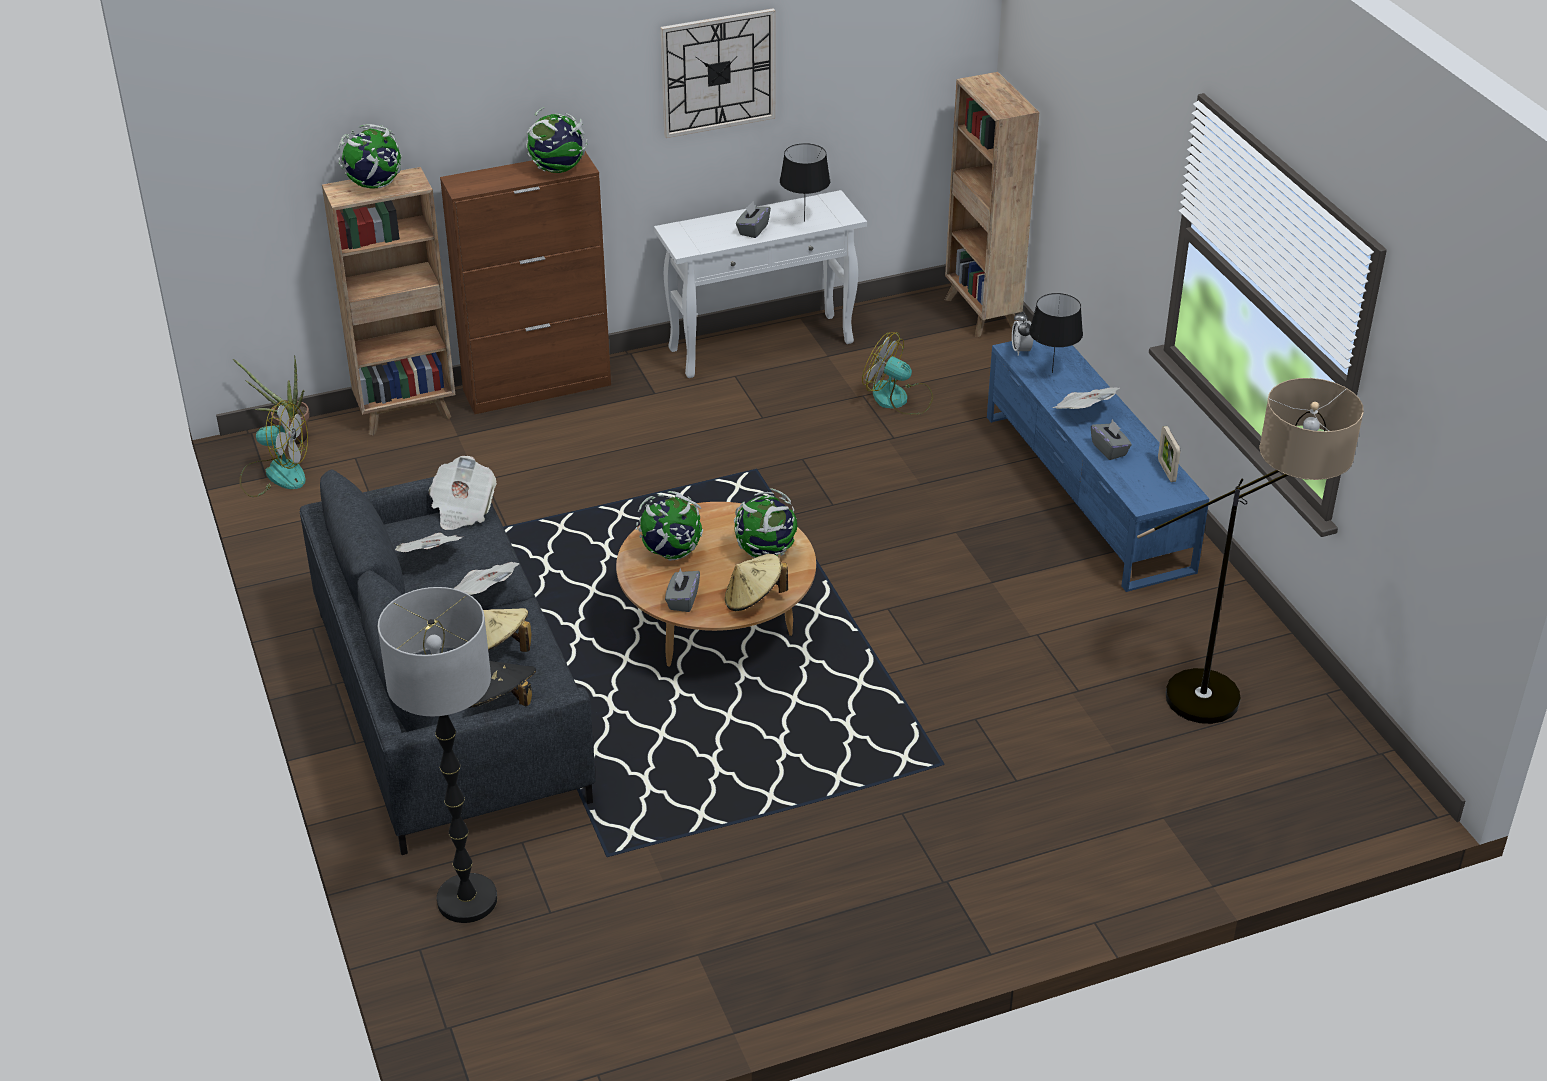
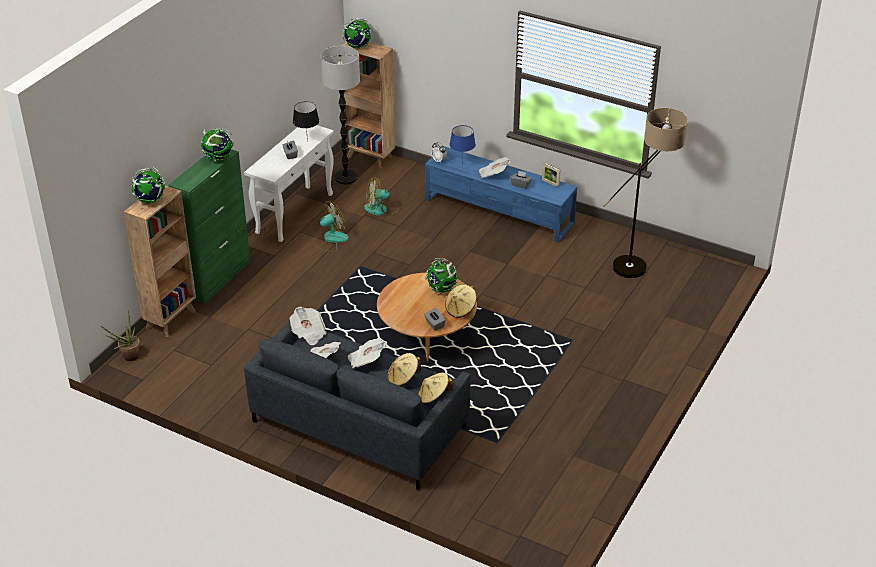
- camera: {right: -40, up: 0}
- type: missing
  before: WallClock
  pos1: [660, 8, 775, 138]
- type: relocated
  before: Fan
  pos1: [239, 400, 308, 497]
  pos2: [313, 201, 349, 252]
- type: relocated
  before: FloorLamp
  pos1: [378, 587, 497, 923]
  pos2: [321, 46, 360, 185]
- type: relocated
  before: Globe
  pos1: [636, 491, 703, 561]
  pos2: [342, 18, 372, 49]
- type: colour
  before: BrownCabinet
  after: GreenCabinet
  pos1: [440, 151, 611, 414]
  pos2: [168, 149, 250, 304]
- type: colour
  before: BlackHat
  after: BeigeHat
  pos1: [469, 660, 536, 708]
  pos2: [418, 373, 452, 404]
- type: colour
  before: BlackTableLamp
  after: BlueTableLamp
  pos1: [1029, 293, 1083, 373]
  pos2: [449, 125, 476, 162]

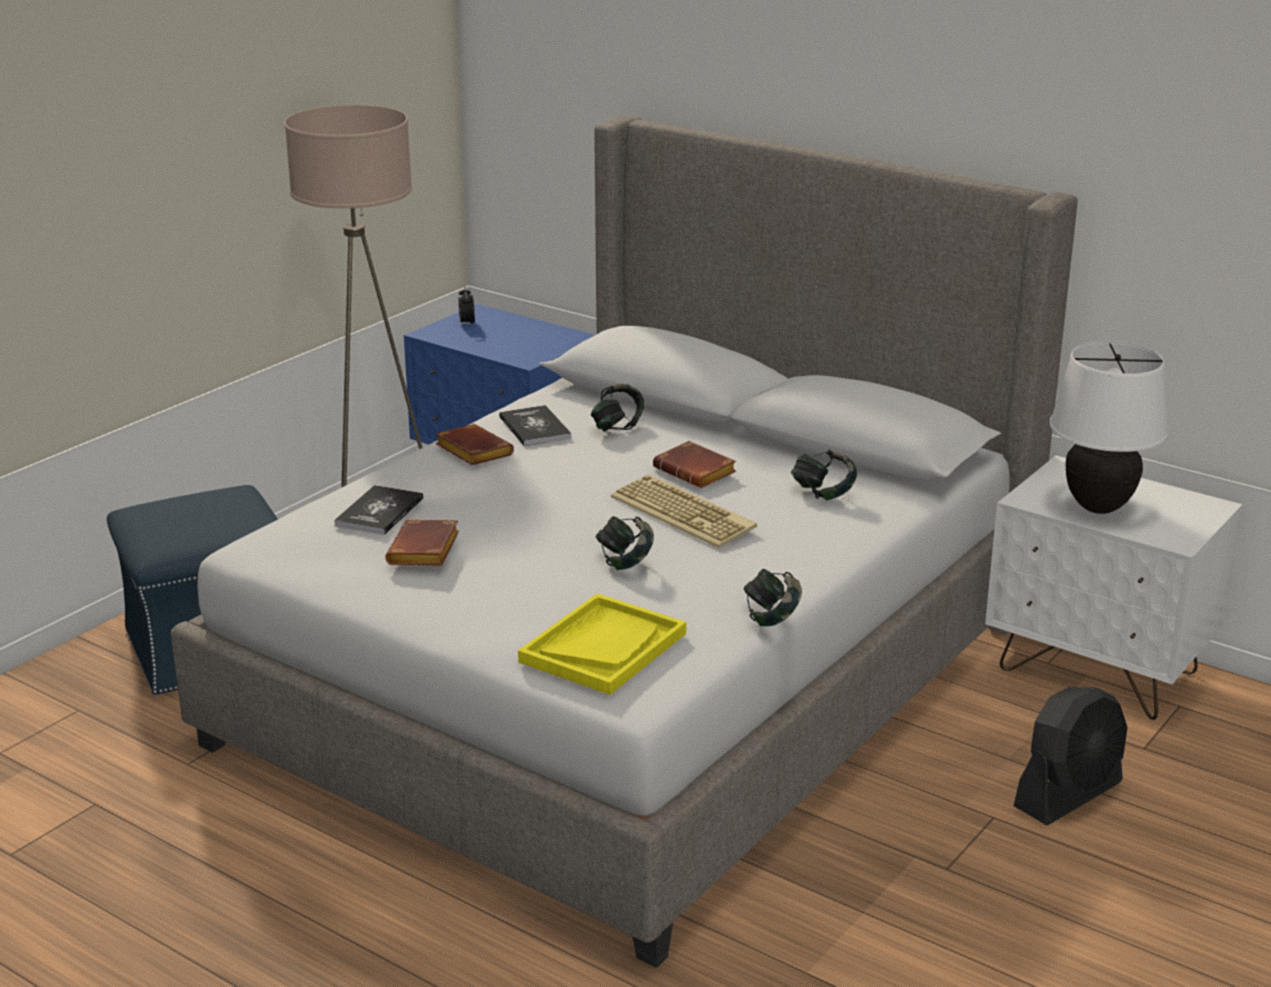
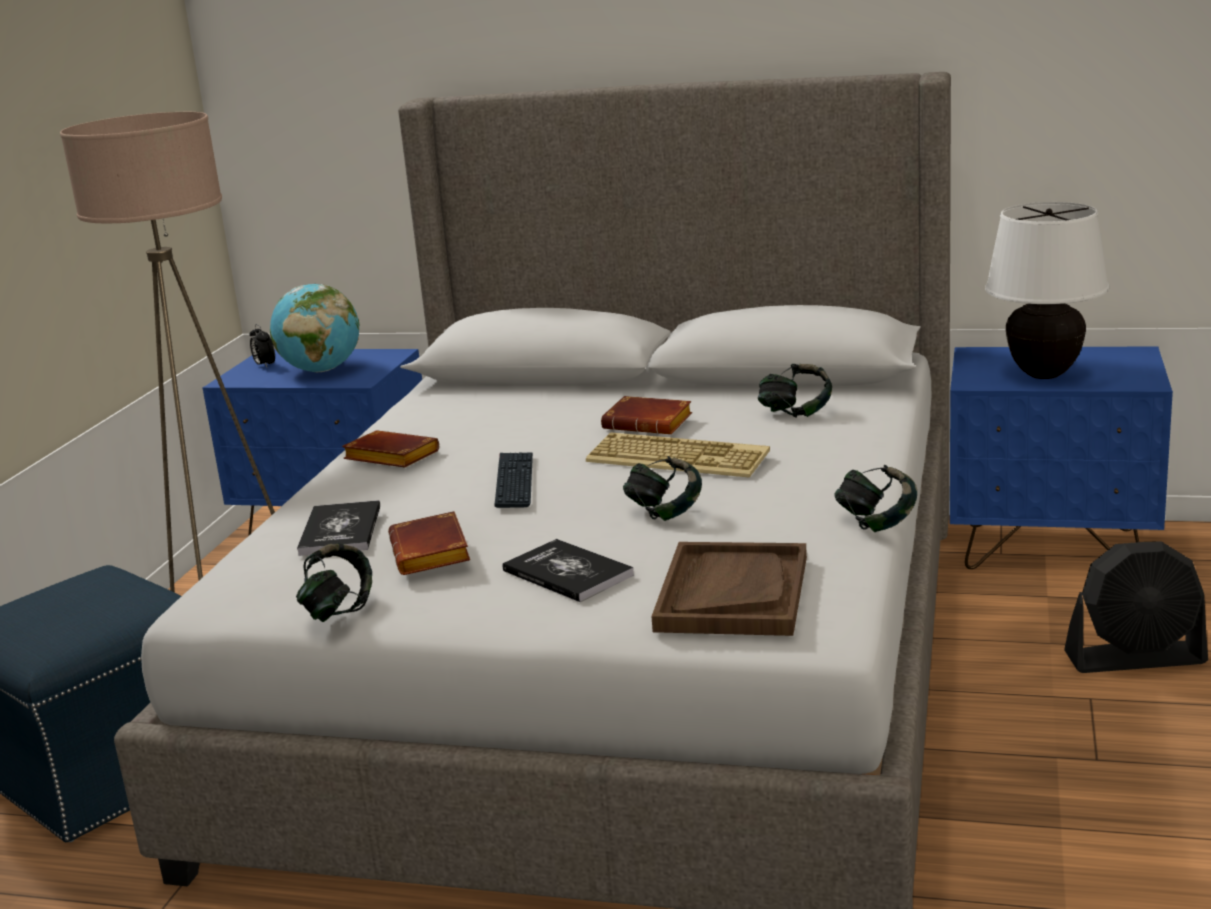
- camera: {right: -20, up: -5}
- type: appeared
  after: Globe
  pos2: [270, 284, 360, 372]
- type: appeared
  after: Keyboard
  pos2: [495, 452, 533, 508]
- type: relocated
  before: Book
  pos1: [499, 405, 571, 446]
  pos2: [503, 539, 634, 602]
- type: relocated
  before: Headphones
  pos1: [591, 384, 644, 431]
  pos2: [296, 543, 372, 622]
- type: colour
  before: YellowTray
  after: BrownTray
  pos1: [518, 593, 686, 695]
  pos2: [651, 542, 807, 636]
- type: colour
  before: WhiteNightstand
  after: BlueNightstand
  pos1: [985, 456, 1243, 720]
  pos2: [950, 347, 1173, 569]
- type: spun
  before: BlackFan
  pos1: [1014, 687, 1127, 825]
  pos2: [1064, 542, 1208, 673]
  turn: 60

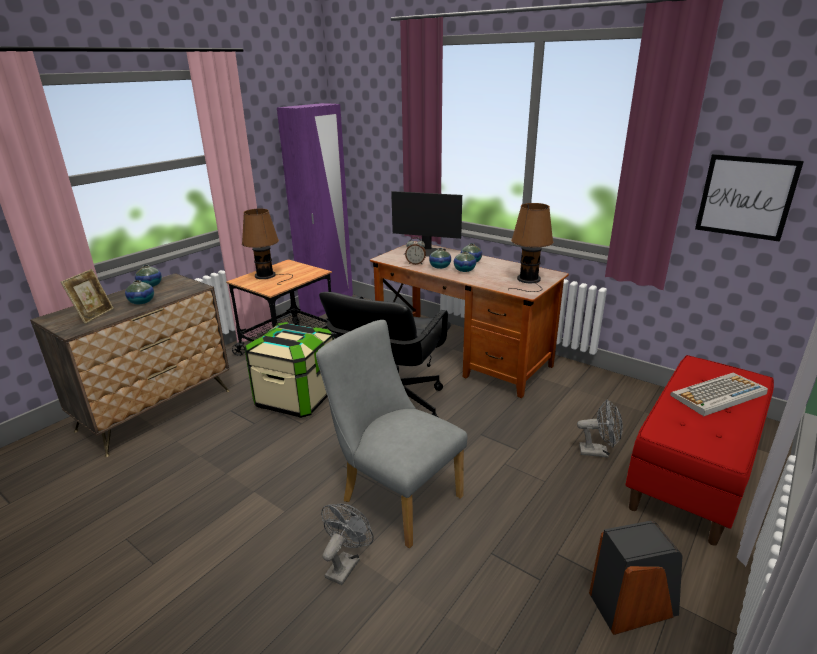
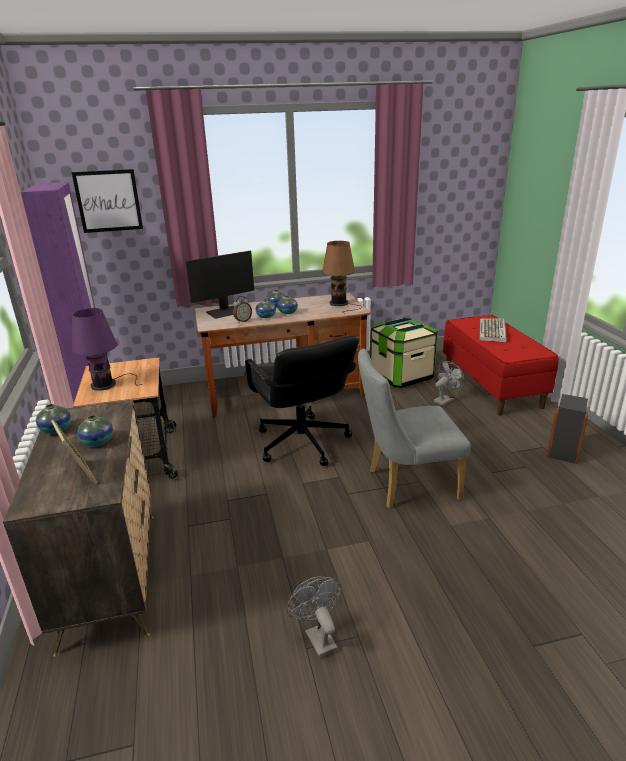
- camera: {right: -50, up: 0}
- type: relocated
  before: StorageBox
  pos1: [244, 322, 334, 418]
  pos2: [370, 317, 438, 388]
- type: relocated
  before: GreyFan
  pos1: [321, 504, 374, 585]
  pos2: [287, 576, 341, 658]
- type: relocated
  before: Picture
  pos1: [695, 154, 804, 242]
  pos2: [72, 169, 143, 233]
- type: colour
  before: BrownTableLamp
  after: PurpleTableLamp
  pos1: [242, 209, 293, 285]
  pos2: [72, 308, 142, 391]

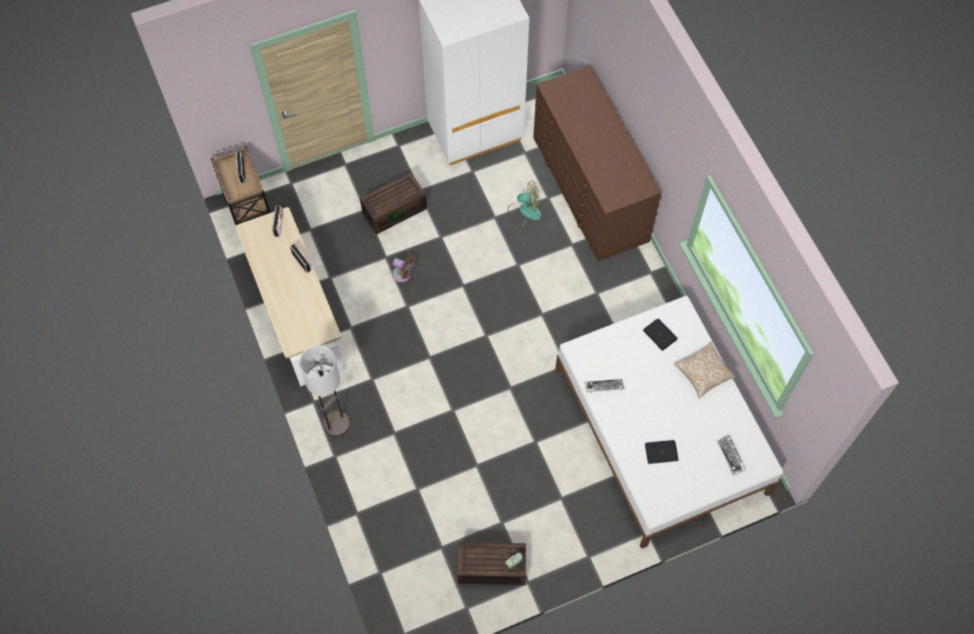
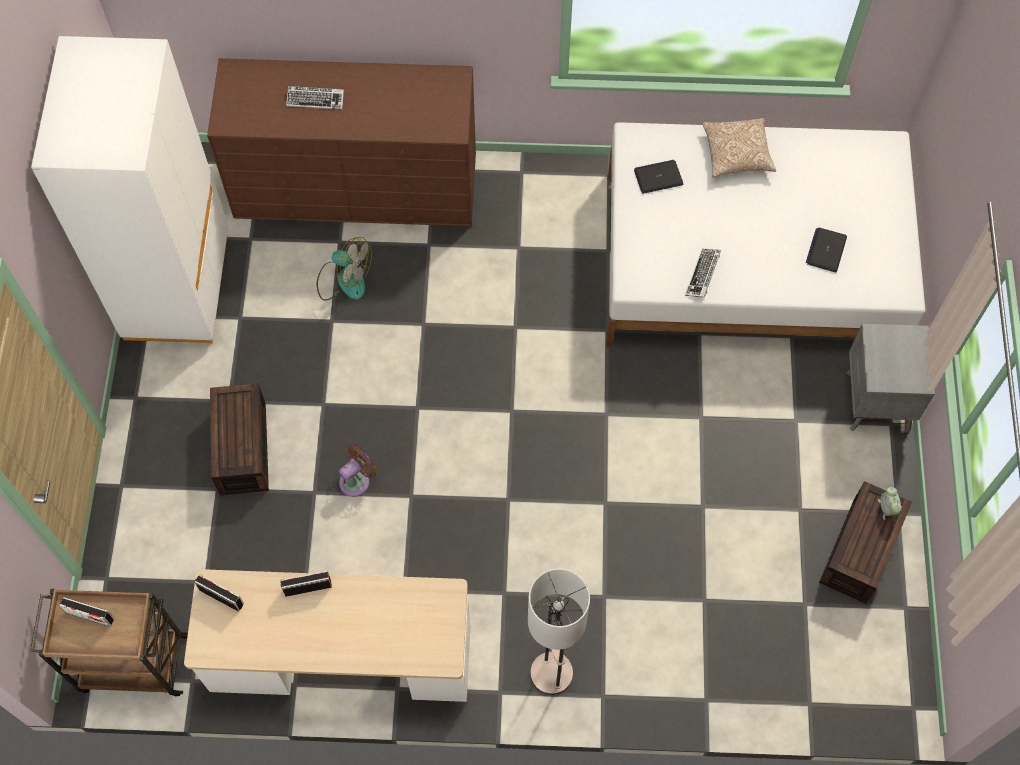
- camera: {right: -65, up: 0}
- type: appeared
  after: GreyNightstand
  pos2: [847, 324, 935, 433]
- type: relocated
  before: Keyboard
  pos1: [717, 435, 746, 476]
  pos2: [286, 86, 344, 110]
- type: spun
  before: Fan
  pos1: [508, 180, 541, 228]
  pos2: [317, 237, 372, 301]
  turn: 90

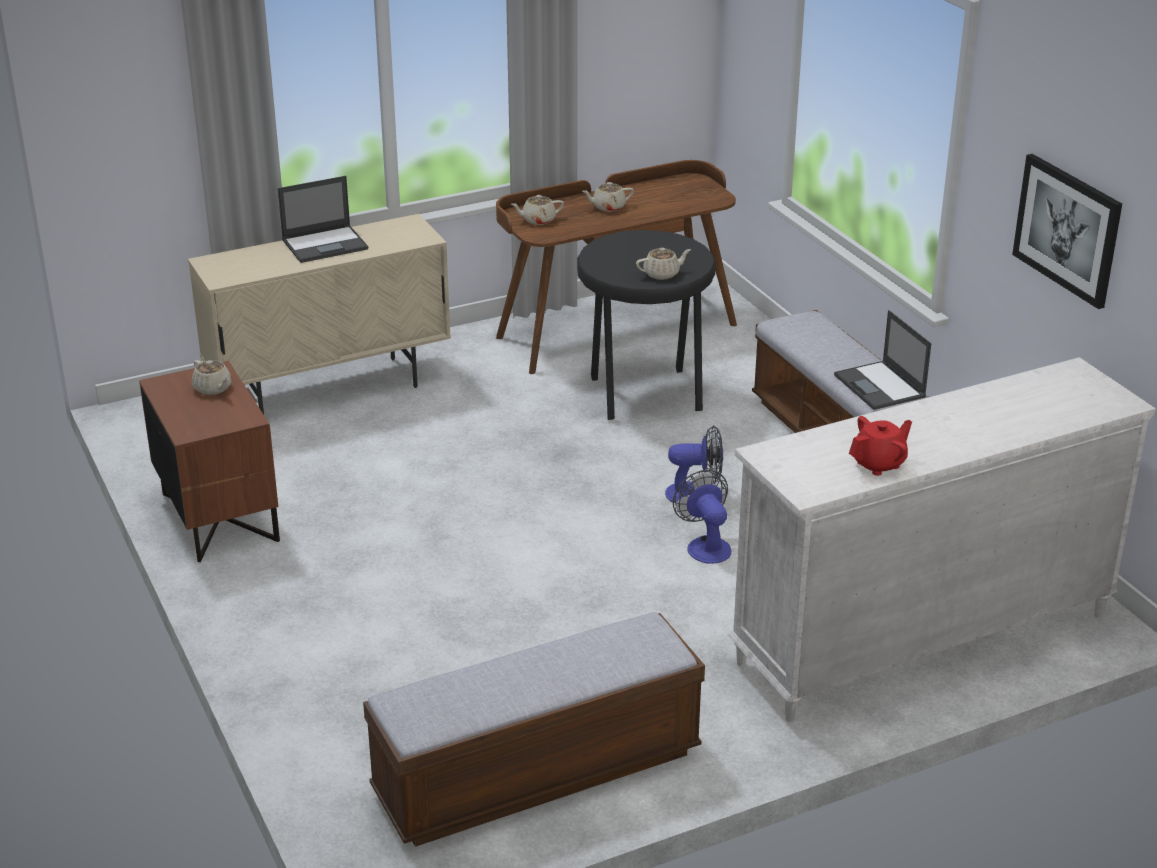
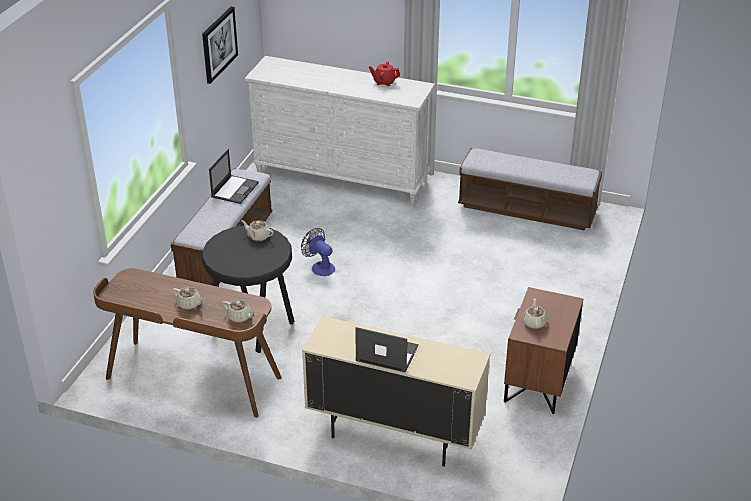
- camera: {right: -135, up: 5}
- type: missing
  before: Fan
  pos1: [673, 470, 731, 564]

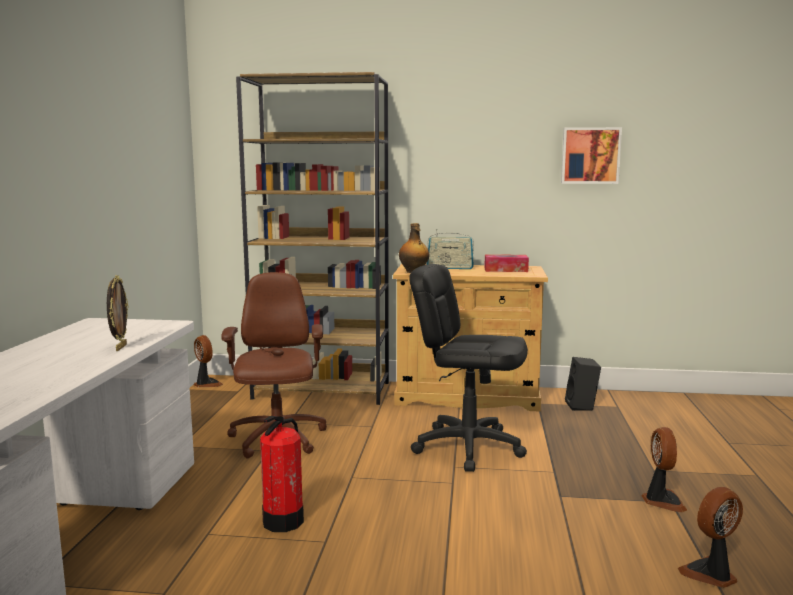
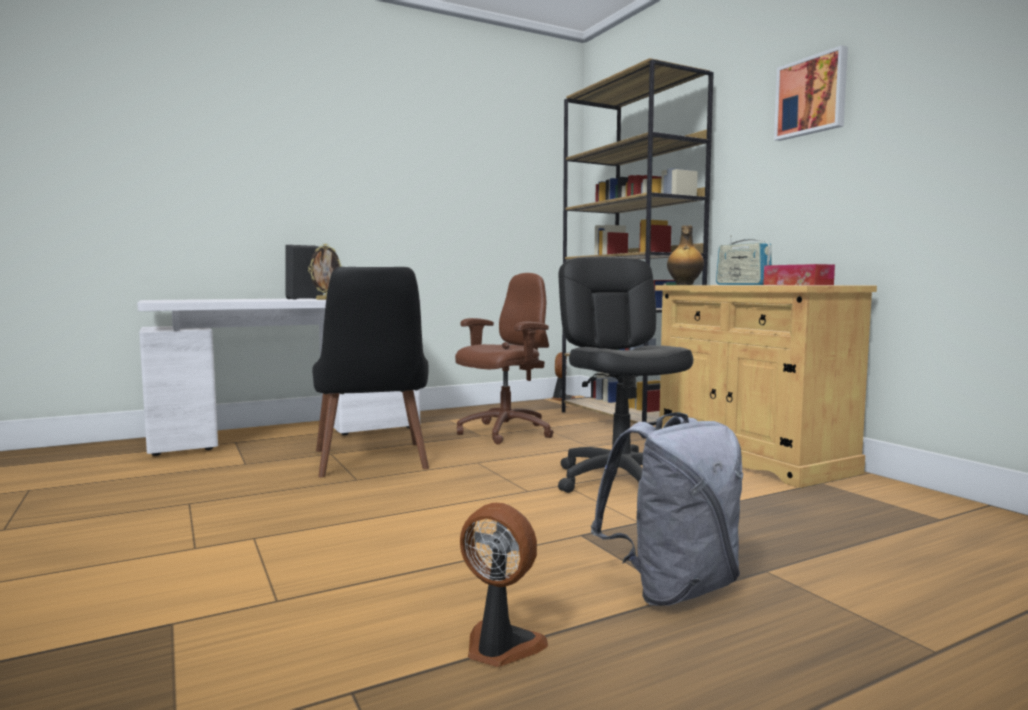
- camera: {right: 55, up: -5}
- type: relocated
  before: Picture
  pos1: [561, 127, 622, 184]
  pos2: [774, 45, 848, 141]
- type: relocated
  before: BlackSpeaker
  pos1: [565, 357, 601, 411]
  pos2: [285, 245, 323, 300]
- type: exchanged
  before: FireExtinguisher
  after: BlackChair
  pos1: [260, 416, 304, 532]
  pos2: [312, 267, 429, 477]
- type: exchanged
  before: Fan
  after: GreyBackpack
  pos1: [642, 427, 687, 512]
  pos2: [591, 412, 743, 606]

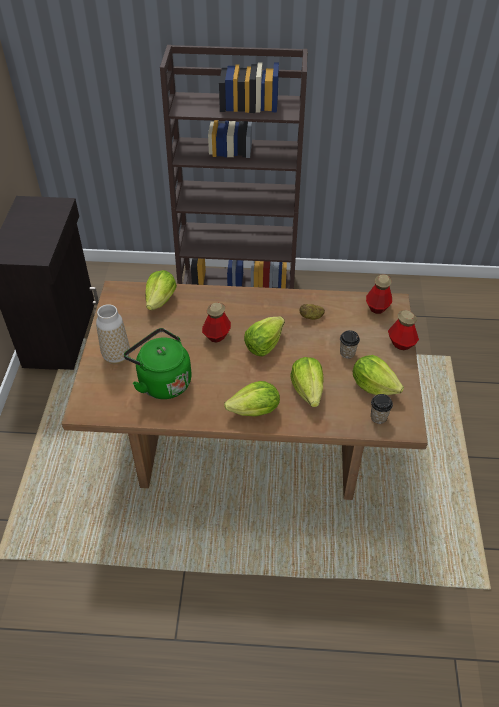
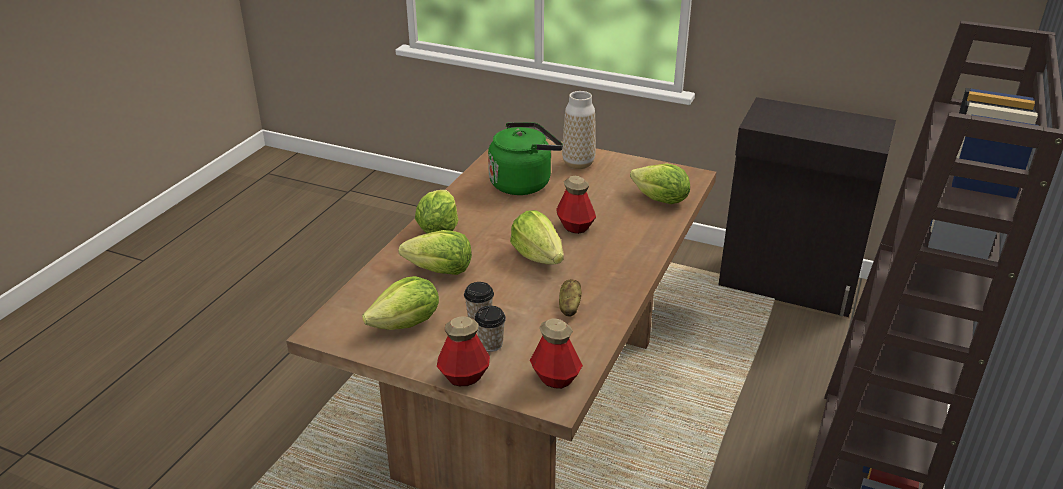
- camera: {right: 110, up: -15}
- type: relocated
  before: Cup
  pos1: [371, 394, 393, 424]
  pos2: [475, 305, 506, 352]

